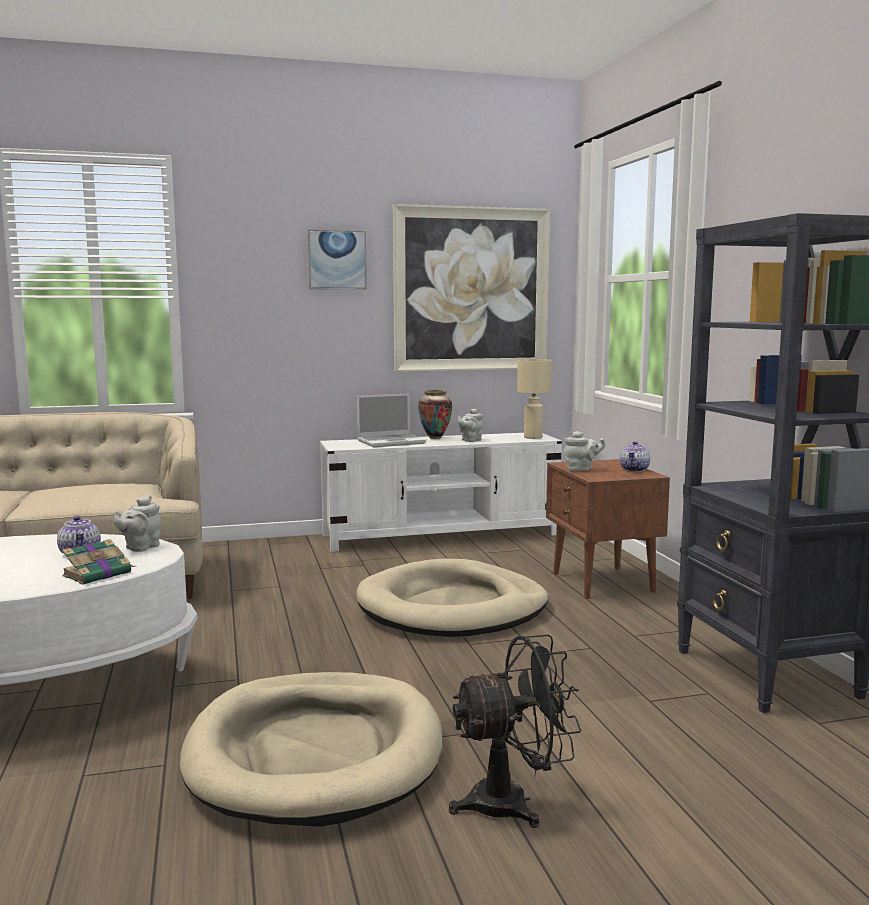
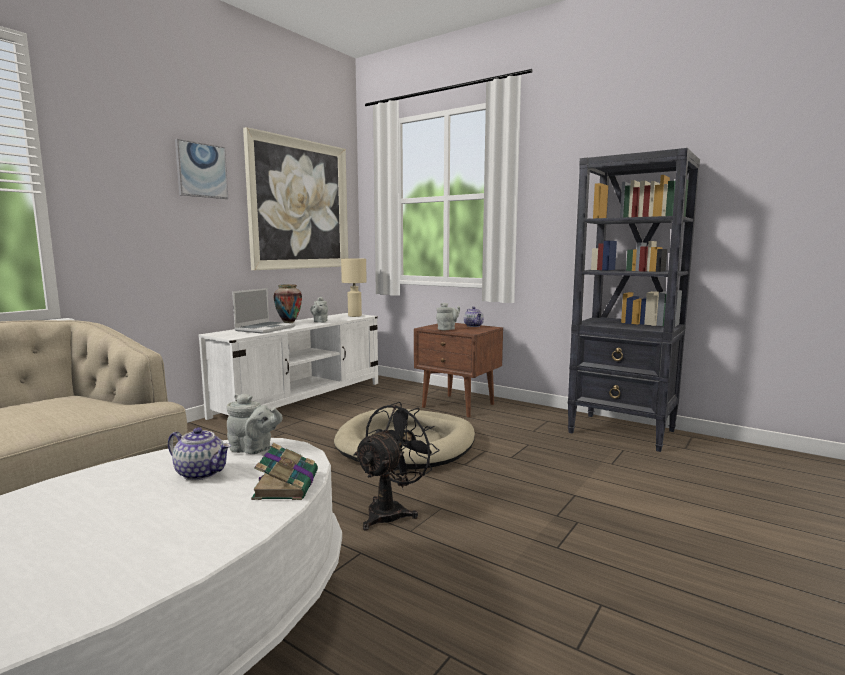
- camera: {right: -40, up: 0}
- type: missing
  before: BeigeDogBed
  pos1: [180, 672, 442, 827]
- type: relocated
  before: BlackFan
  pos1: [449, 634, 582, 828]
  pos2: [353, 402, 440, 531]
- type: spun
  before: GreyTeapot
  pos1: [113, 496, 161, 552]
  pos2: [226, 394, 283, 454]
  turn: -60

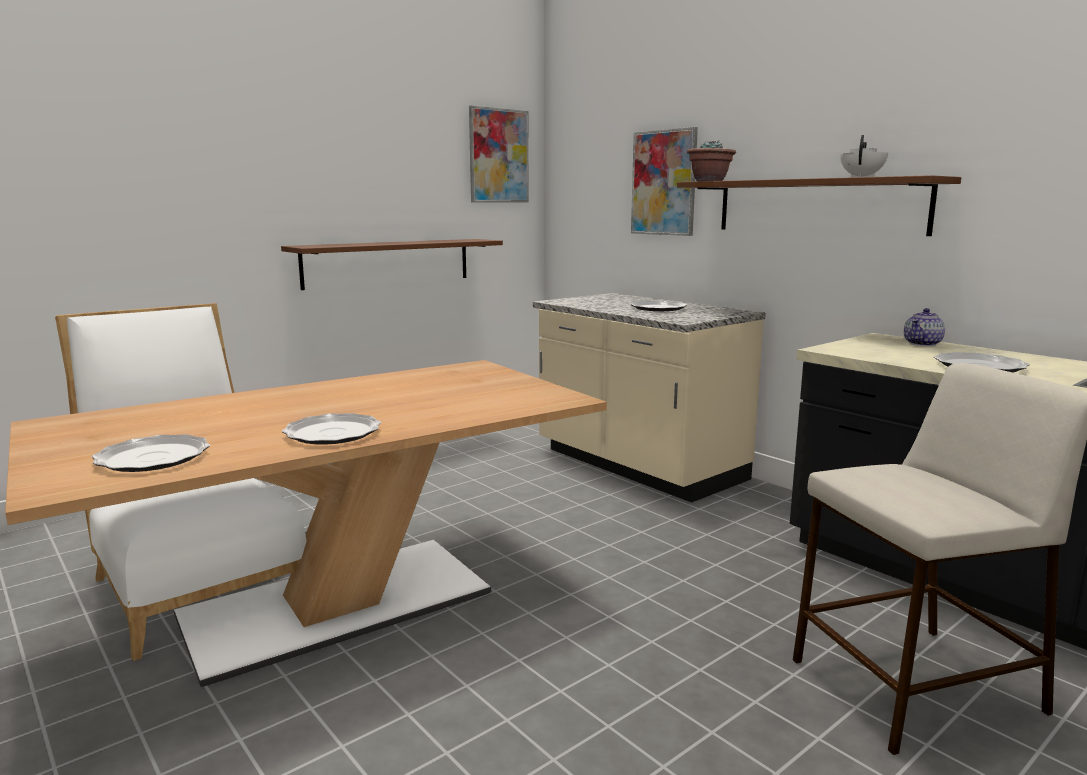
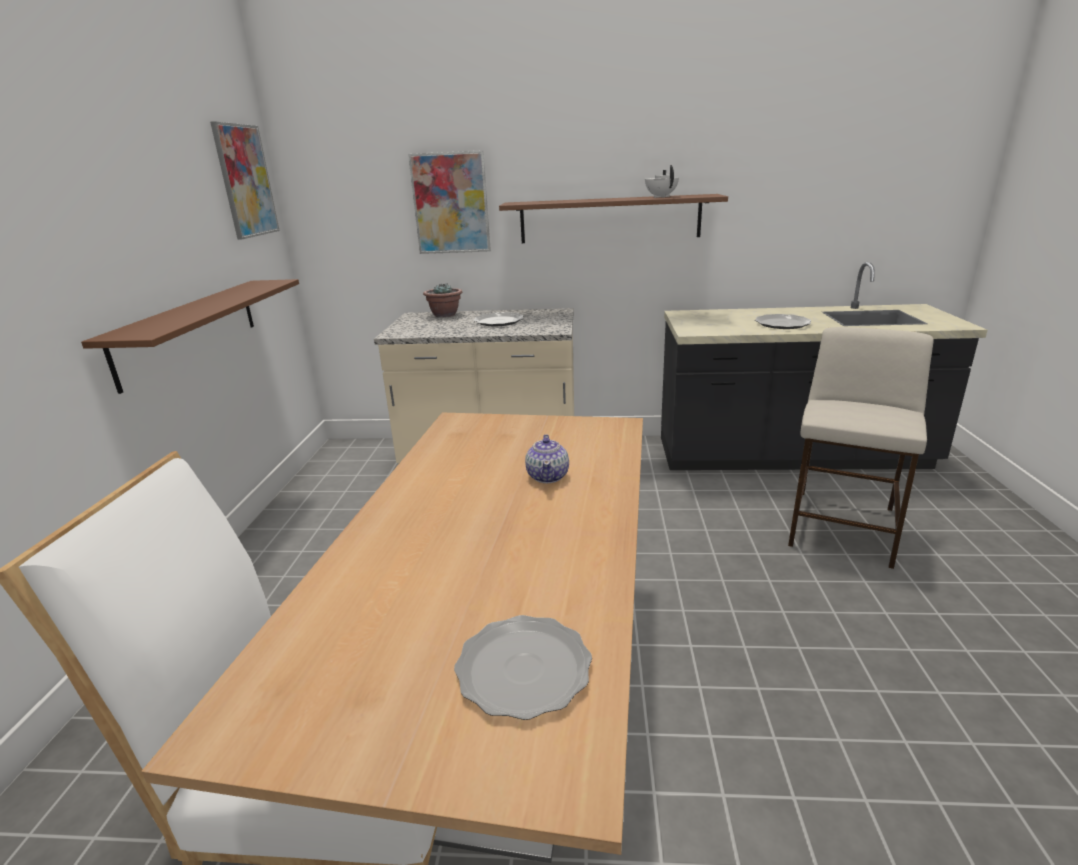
- camera: {right: -45, up: 10}
- type: missing
  before: Plate
  pos1: [282, 413, 381, 445]
- type: relocated
  before: PottedPlant
  pos1: [687, 140, 736, 182]
  pos2: [423, 283, 462, 317]
- type: relocated
  before: Teapot
  pos1: [904, 308, 945, 346]
  pos2: [525, 434, 569, 483]

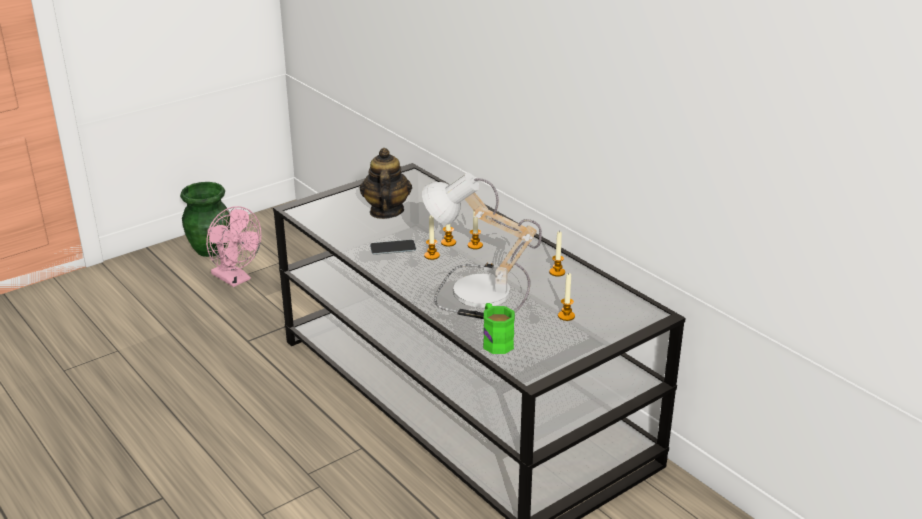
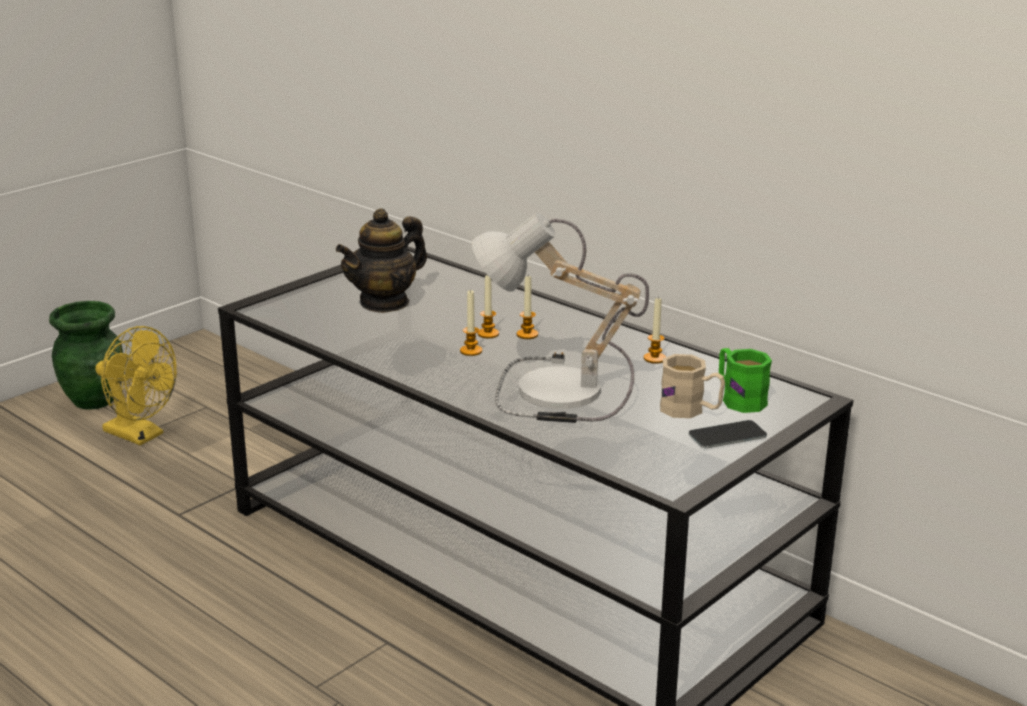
- camera: {right: -10, up: -5}
- type: relocated
  before: Phone
  pos1: [370, 240, 416, 255]
  pos2: [689, 420, 767, 448]
- type: relocated
  before: GreenMug
  pos1: [483, 303, 515, 354]
  pos2: [719, 348, 772, 413]
- type: exchanged
  before: Candle
  after: BeigeMug
  pos1: [558, 273, 575, 321]
  pos2: [660, 354, 725, 418]
- type: colour
  before: PinkFan
  after: YellowFan
  pos1: [206, 206, 261, 287]
  pos2: [95, 326, 177, 445]
- type: spun
  before: Teapot
  pos1: [360, 148, 412, 219]
  pos2: [336, 208, 427, 313]
  turn: -120

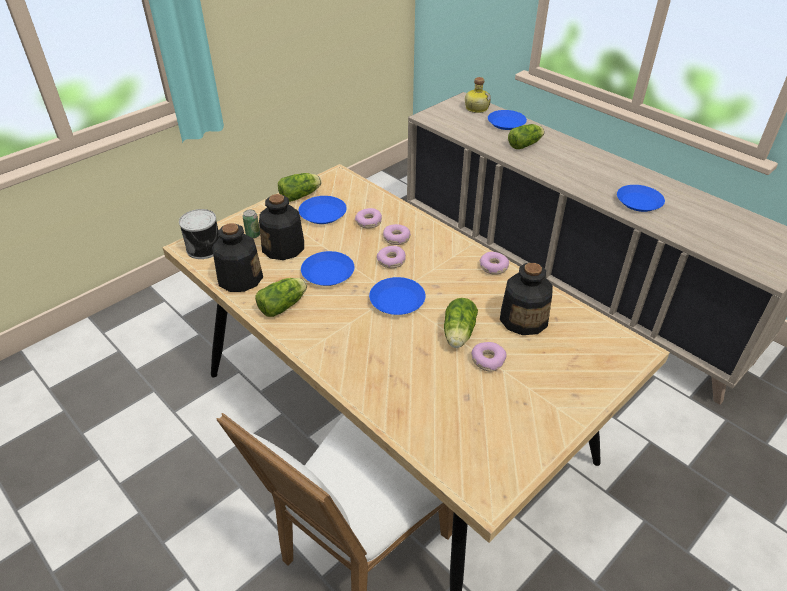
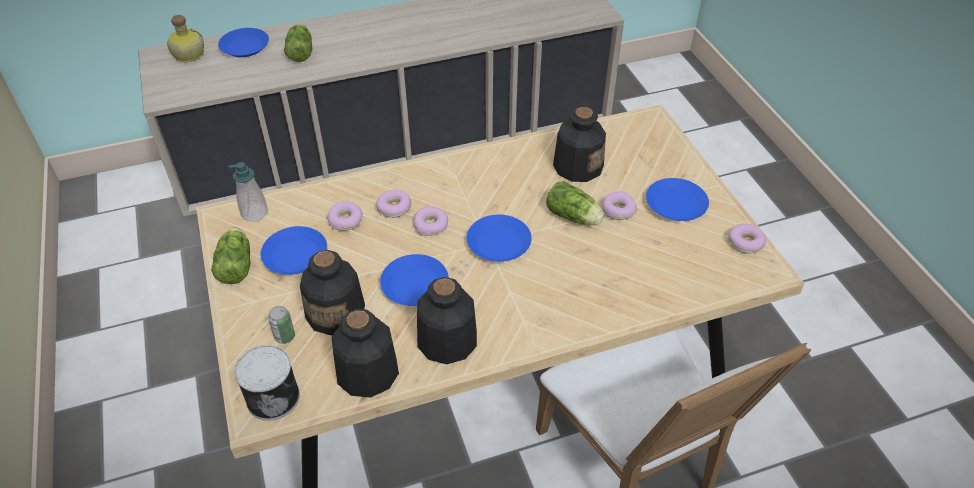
- camera: {right: -65, up: 5}
- type: appeared
  after: SoapDispenser
  pos2: [229, 162, 268, 221]
- type: relocated
  before: Donut
  pos1: [480, 252, 509, 275]
  pos2: [728, 224, 766, 253]
- type: relocated
  before: BluePlate
  pos1: [617, 185, 665, 212]
  pos2: [646, 178, 709, 221]
- type: exchanged
  before: Lettuce
  after: Bottle
  pos1: [255, 278, 307, 317]
  pos2: [417, 277, 477, 364]

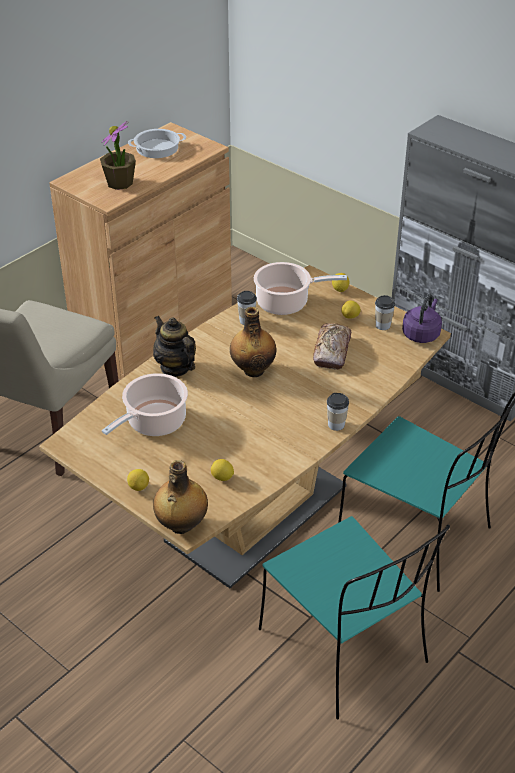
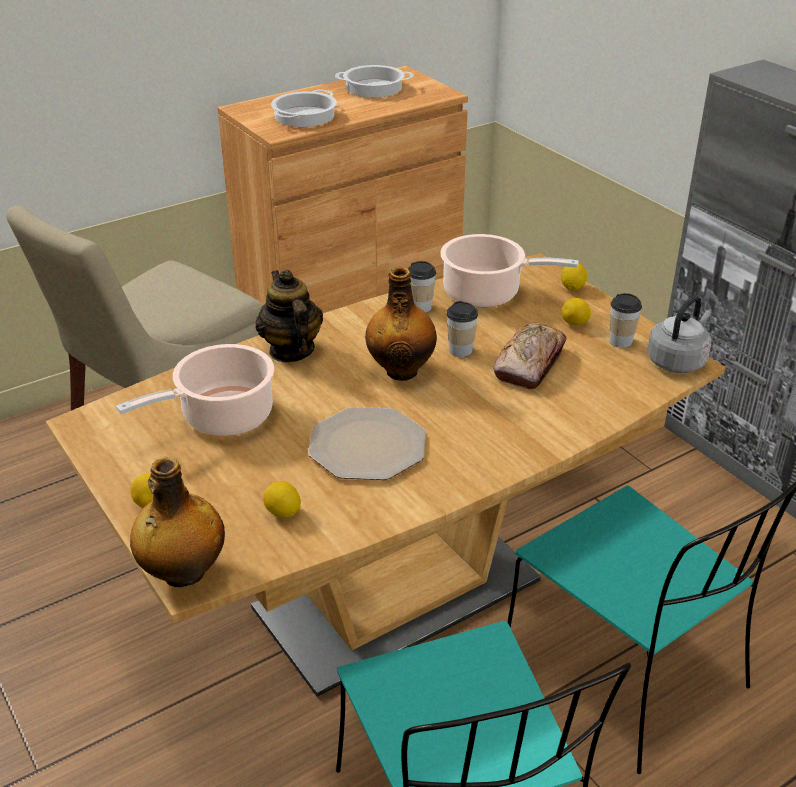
- camera: {right: 15, up: -5}
- type: appeared
  after: Plate
  pos2: [308, 407, 426, 480]
- type: relocated
  before: Cup
  pos1: [327, 393, 349, 431]
  pos2: [446, 301, 478, 357]
- type: exchanged
  before: PottedPlant
  after: CookingPot
  pos1: [100, 121, 136, 190]
  pos2: [271, 90, 337, 127]
- type: colour
  before: PurpleKettle
  after: GreyKettle
  pos1: [402, 293, 442, 343]
  pos2: [647, 296, 711, 373]

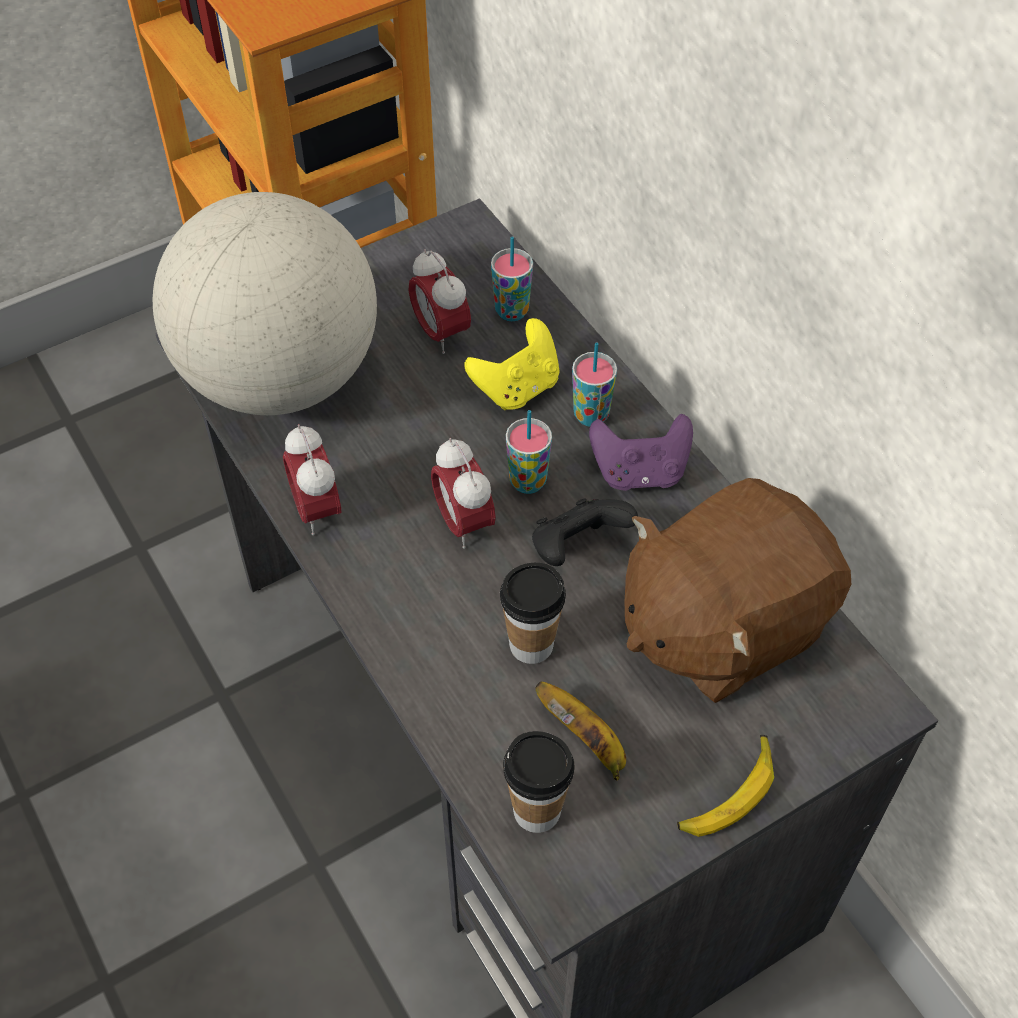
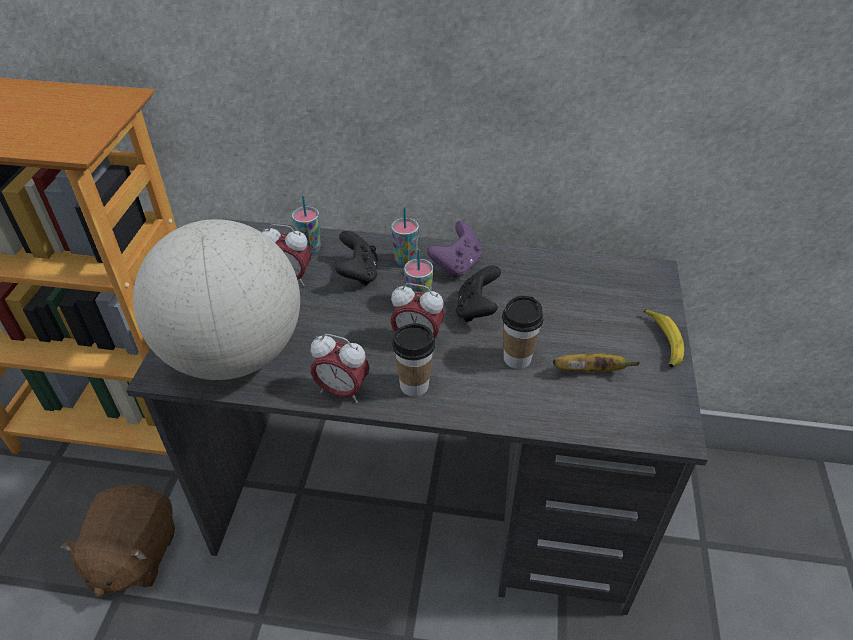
- camera: {right: -50, up: -10}
- type: relocated
  before: Cup
  pos1: [503, 731, 575, 833]
  pos2: [392, 323, 435, 397]
- type: relocated
  before: BrownPlushToy
  pos1: [624, 478, 851, 703]
  pos2: [59, 485, 175, 597]
- type: colour
  before: YellowGameController
  after: BlackGameController
  pos1: [464, 318, 560, 410]
  pos2: [335, 231, 378, 286]

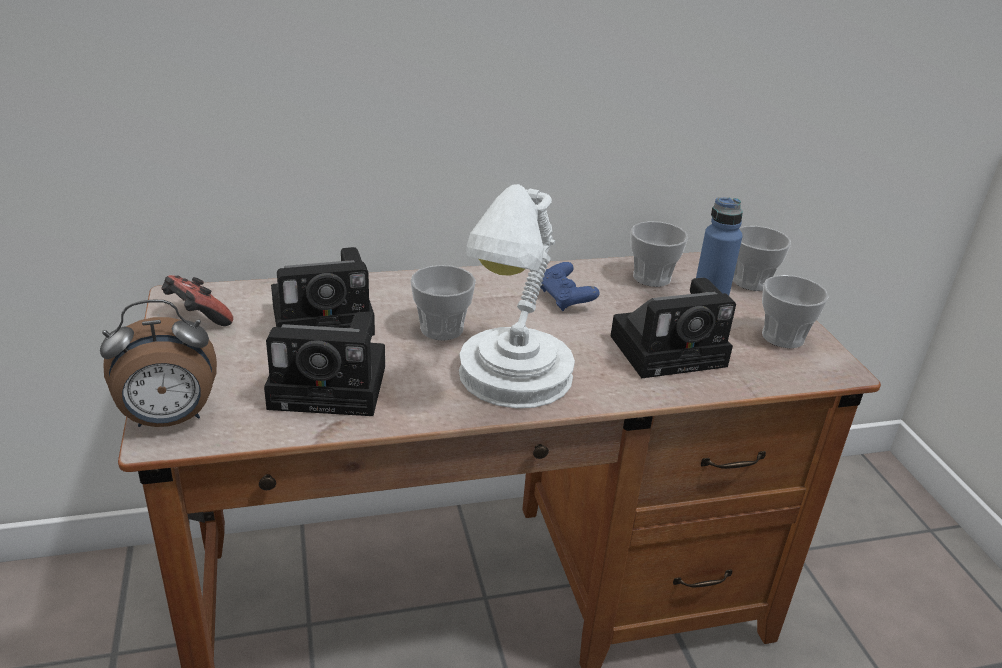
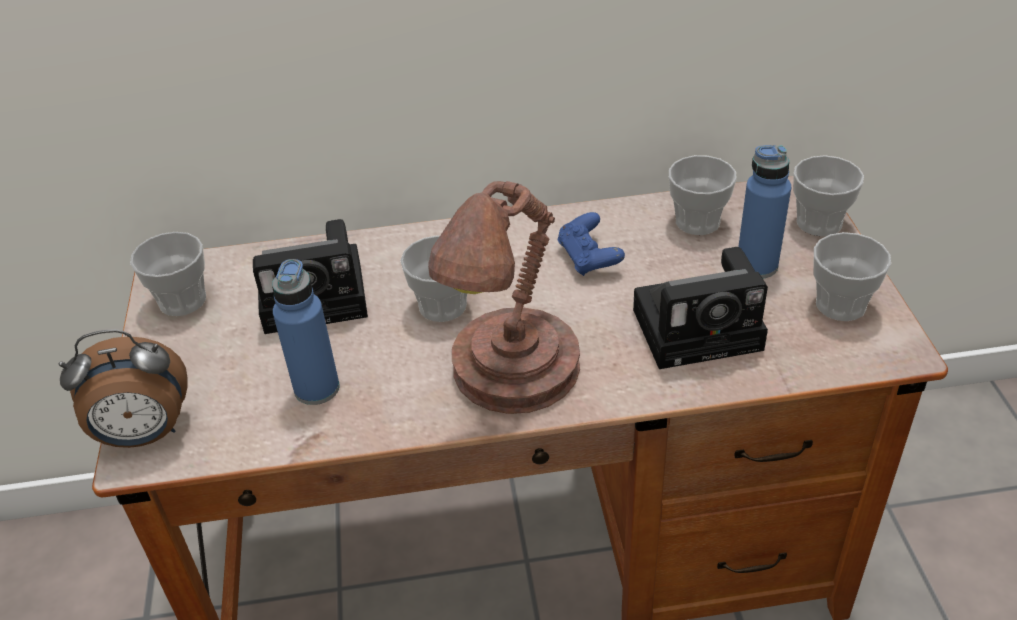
- camera: {right: 10, up: 10}
- type: exchanged
  before: GameController
  after: Cup
  pos1: [161, 275, 233, 326]
  pos2: [130, 232, 206, 316]
- type: exchanged
  before: PhotoCamera
  after: BlueBottle
  pos1: [264, 312, 385, 416]
  pos2: [272, 259, 340, 405]
- type: colour
  before: WhiteTableLamp
  after: BrownTableLamp
  pos1: [459, 184, 575, 408]
  pos2: [428, 181, 580, 414]

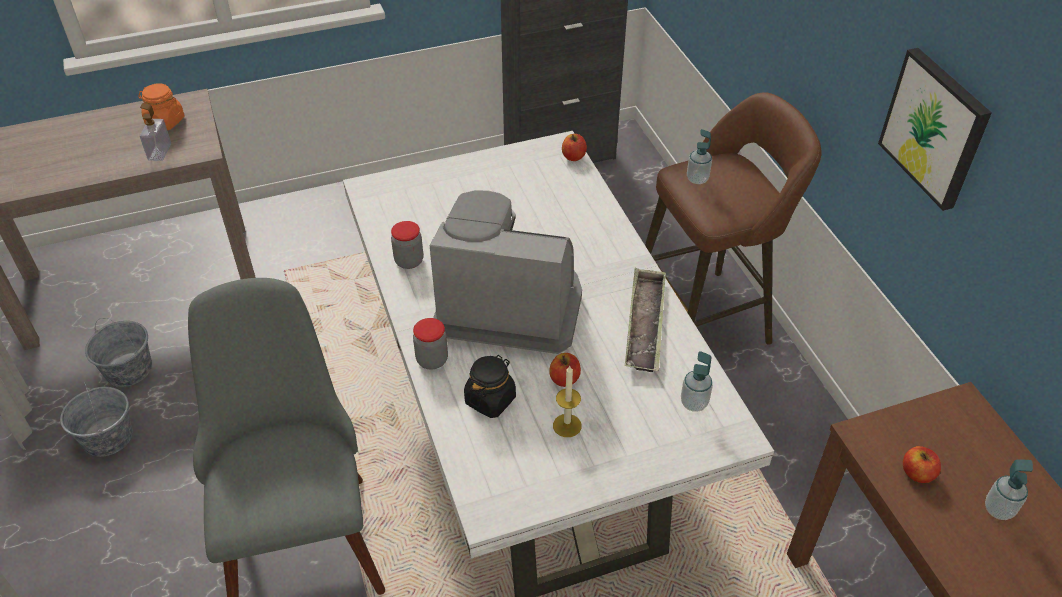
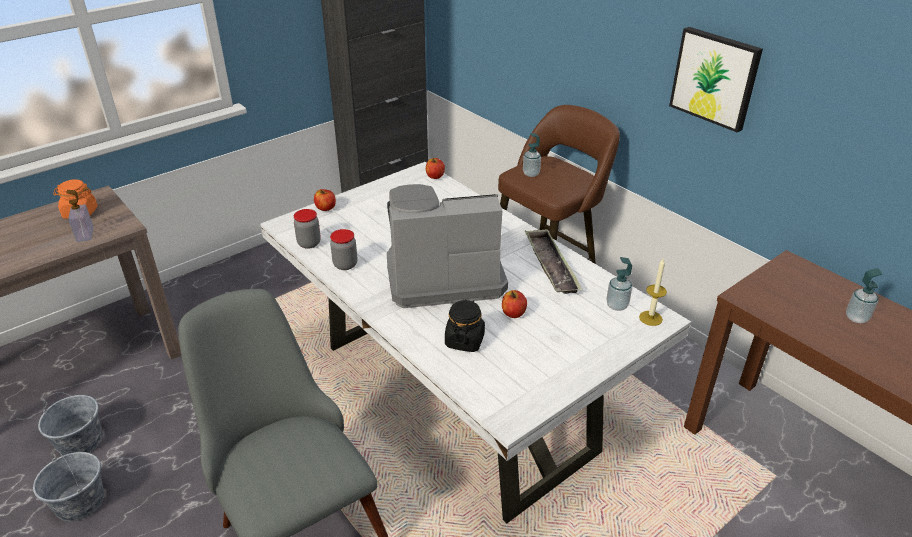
- camera: {right: -20, up: -10}
- type: relocated
  before: Jar
  pos1: [413, 318, 448, 370]
  pos2: [294, 209, 321, 249]
- type: relocated
  before: Candle
  pos1: [553, 366, 582, 437]
  pos2: [639, 259, 667, 326]
- type: relocated
  before: Apple
  pos1: [903, 446, 941, 483]
  pos2: [314, 189, 336, 211]

